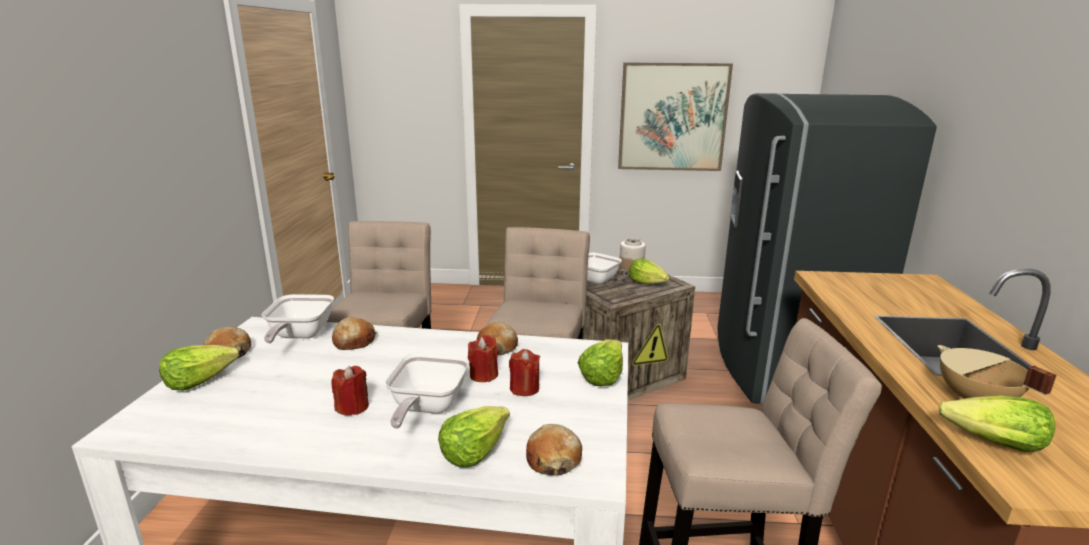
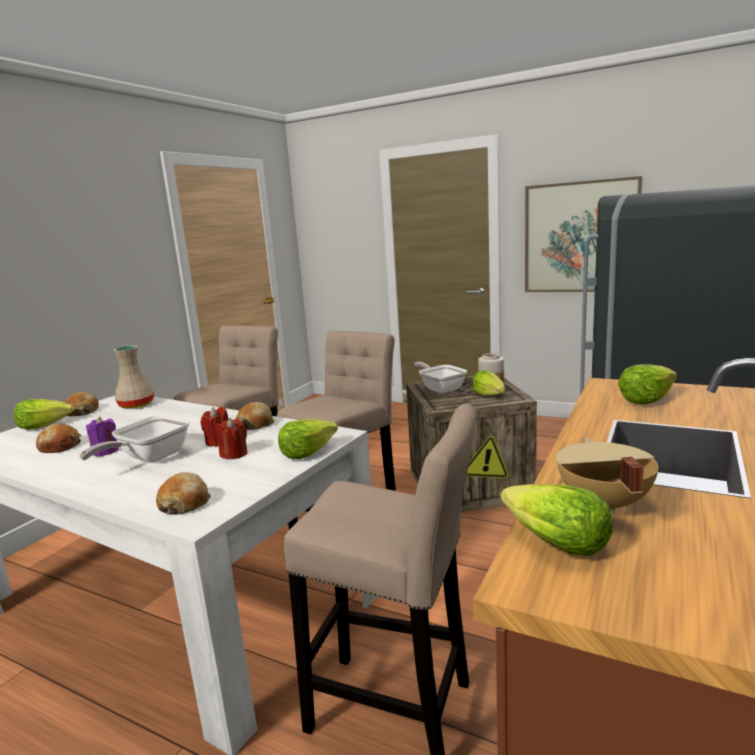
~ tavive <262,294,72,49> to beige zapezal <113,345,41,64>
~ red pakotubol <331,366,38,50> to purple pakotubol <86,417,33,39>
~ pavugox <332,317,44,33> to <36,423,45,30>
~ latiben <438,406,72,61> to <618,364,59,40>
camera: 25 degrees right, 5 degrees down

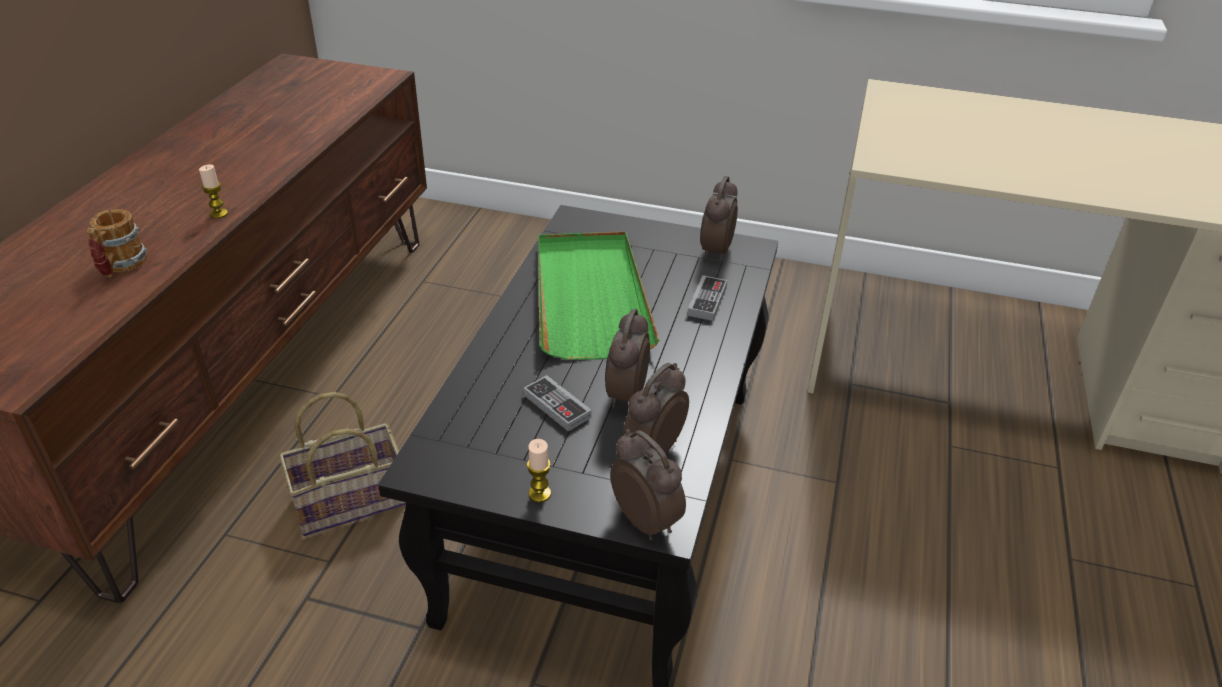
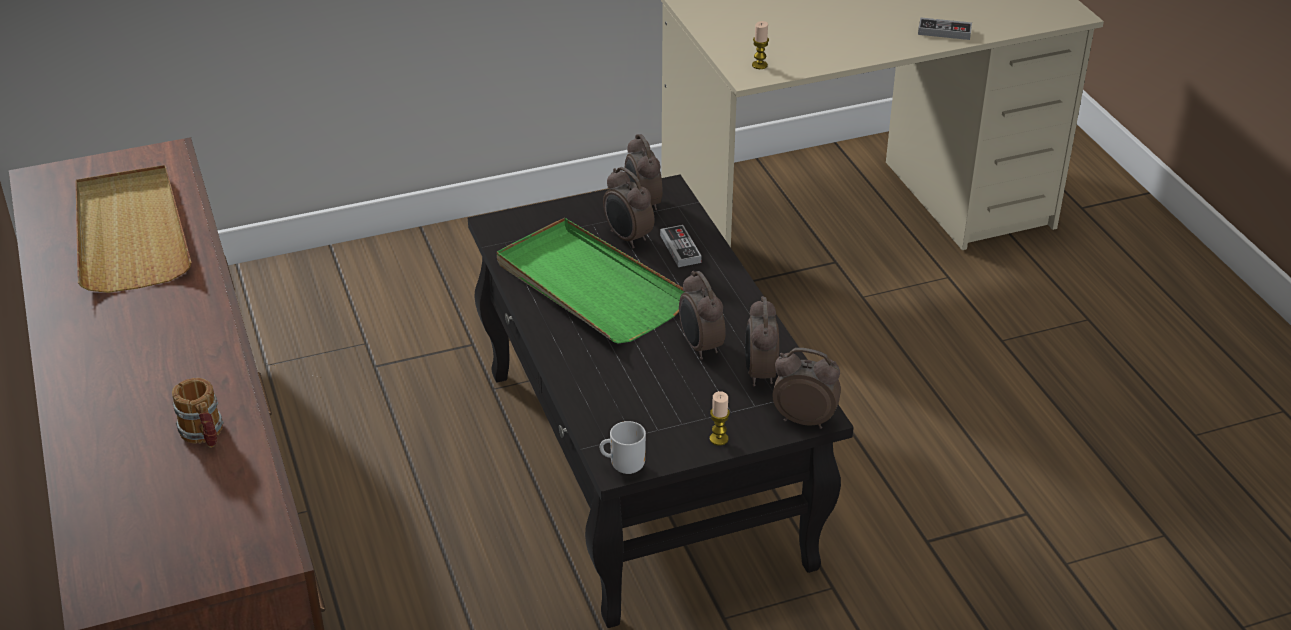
~ pakotubol <199,164,29,55> to <752,21,17,48>
- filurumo <279,392,127,144>
~ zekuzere <524,375,68,56> to <918,17,54,23>
+ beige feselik <76,165,115,128>
+ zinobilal <600,421,46,53>
+ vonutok <603,167,51,81>
camera: 35 degrees left, 0 degrees up

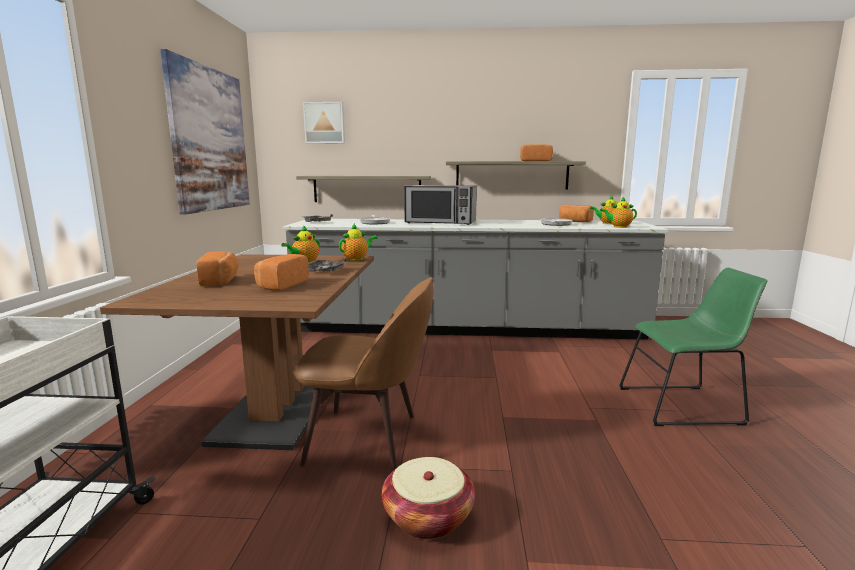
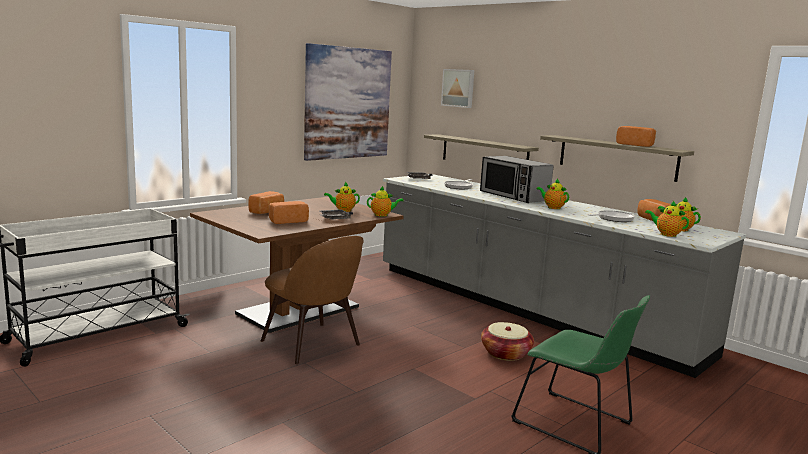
~ filurumo <382,457,93,82> to <481,322,53,39>
+ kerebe <536,179,33,30>
camera: 40 degrees right, 0 degrees up

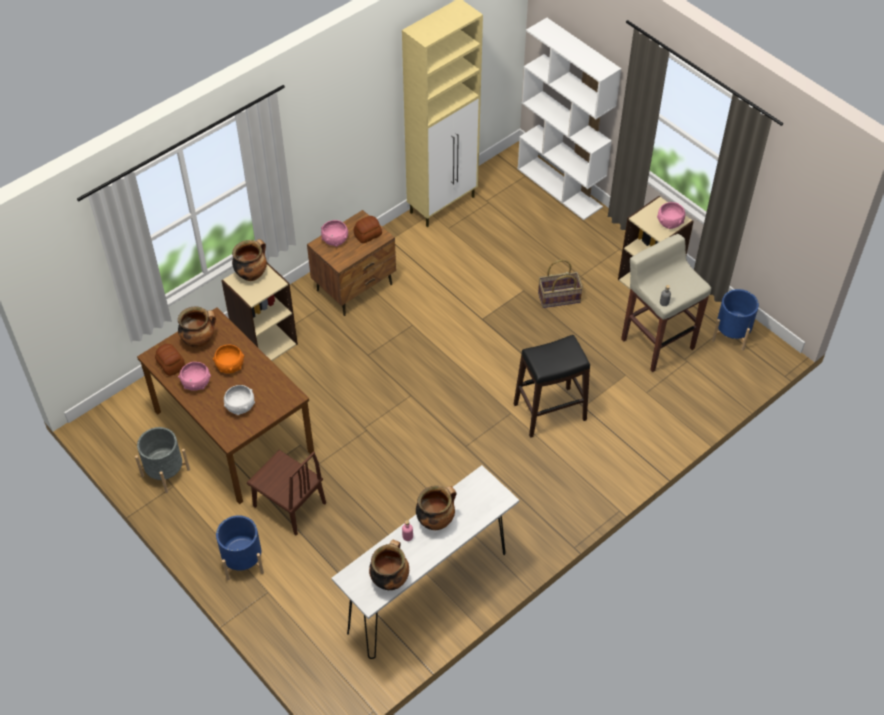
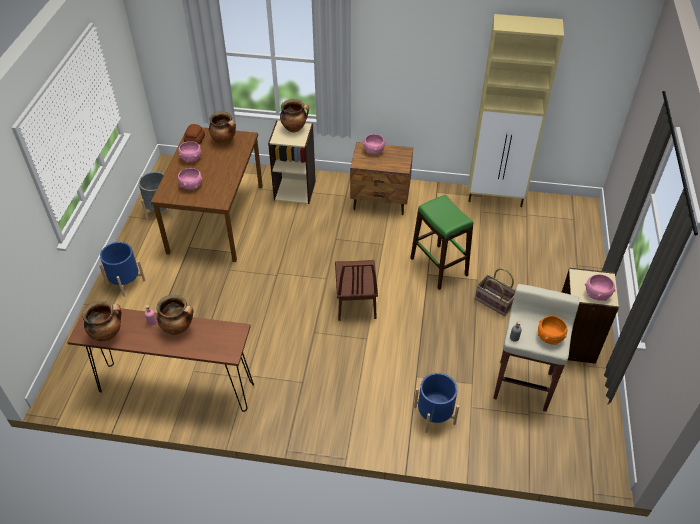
~ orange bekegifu <213,345,31,28> to <538,316,29,29>
~ white bekegifu <224,385,31,30> to pink bekegifu <178,168,24,22>
~ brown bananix <247,450,79,85> to <335,260,43,61>
~ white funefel <331,465,188,194> to brown funefel <67,304,187,108>
- pavugox <354,216,28,27>
- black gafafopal <514,335,76,103>
- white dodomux <518,18,103,202>
~ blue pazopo <712,289,47,62> to <414,373,45,60>
+ green gafafopal <410,195,63,95>
camera: 50 degrees right, 5 degrees down

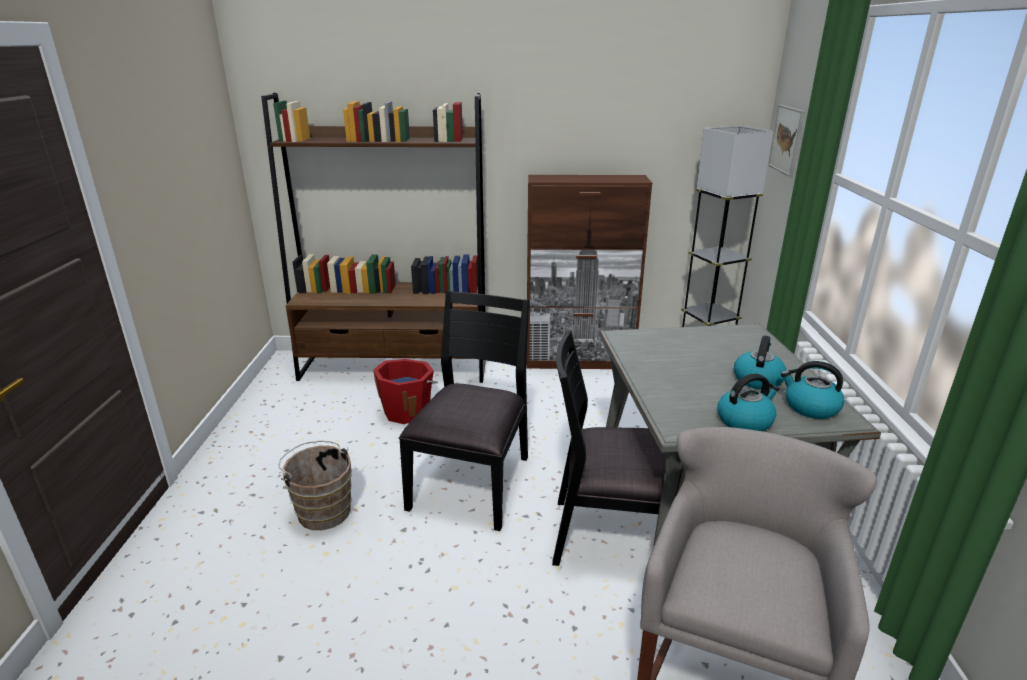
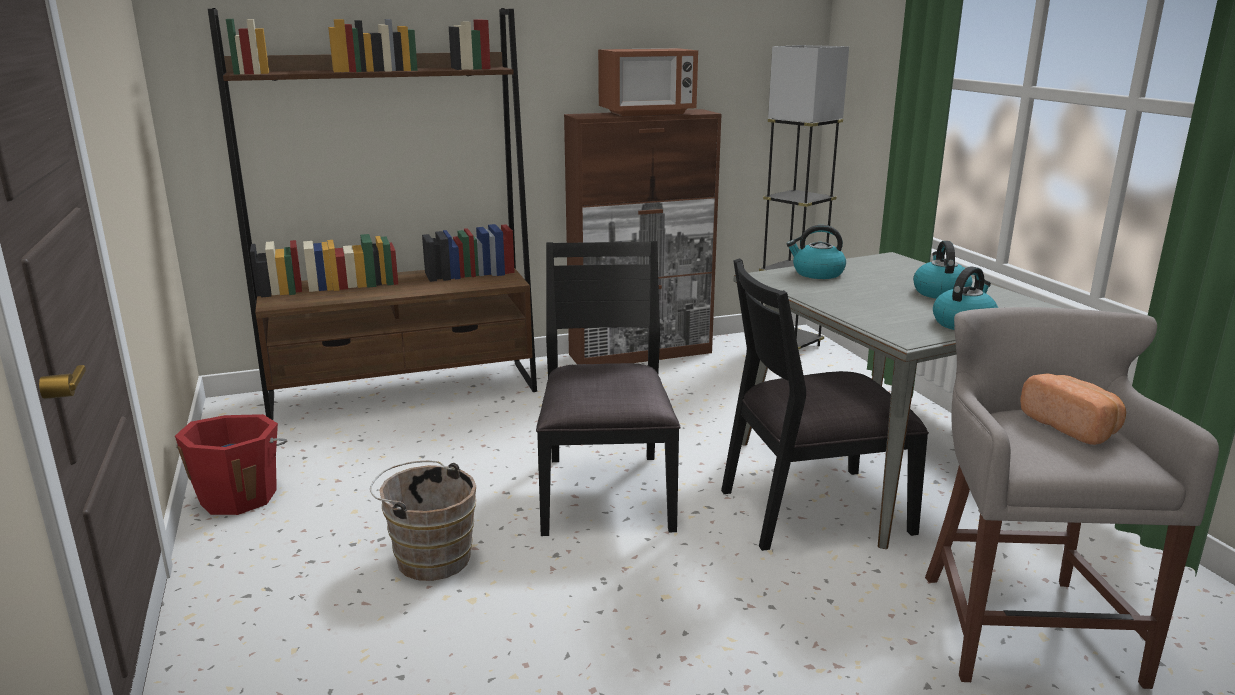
~ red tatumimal <373,359,65,65> to <175,414,112,101>
- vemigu <768,105,37,72>
~ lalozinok <781,361,63,58> to <787,225,59,54>
+ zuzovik <598,48,100,68>
+ pavugox <1020,374,106,71>
camera: 20 degrees left, 5 degrees down

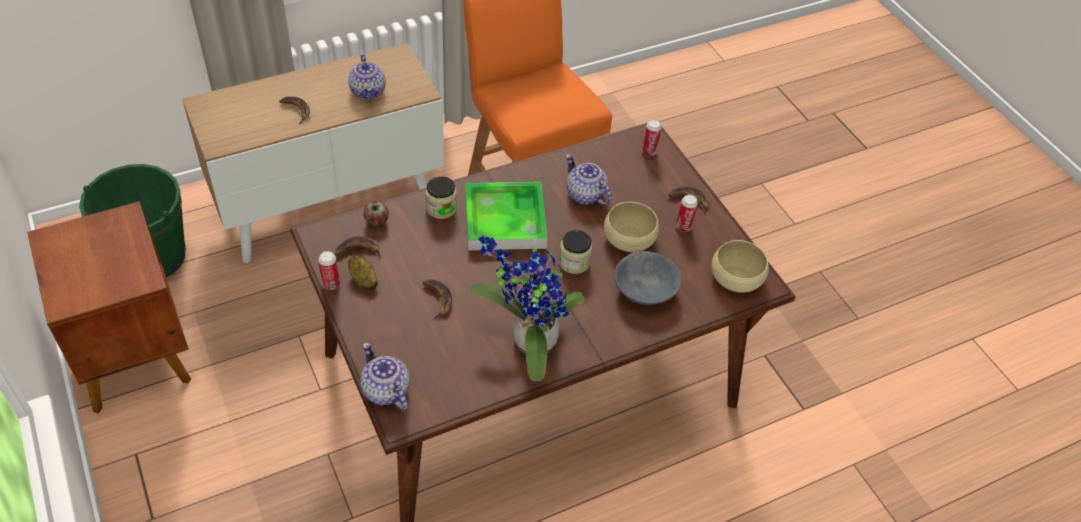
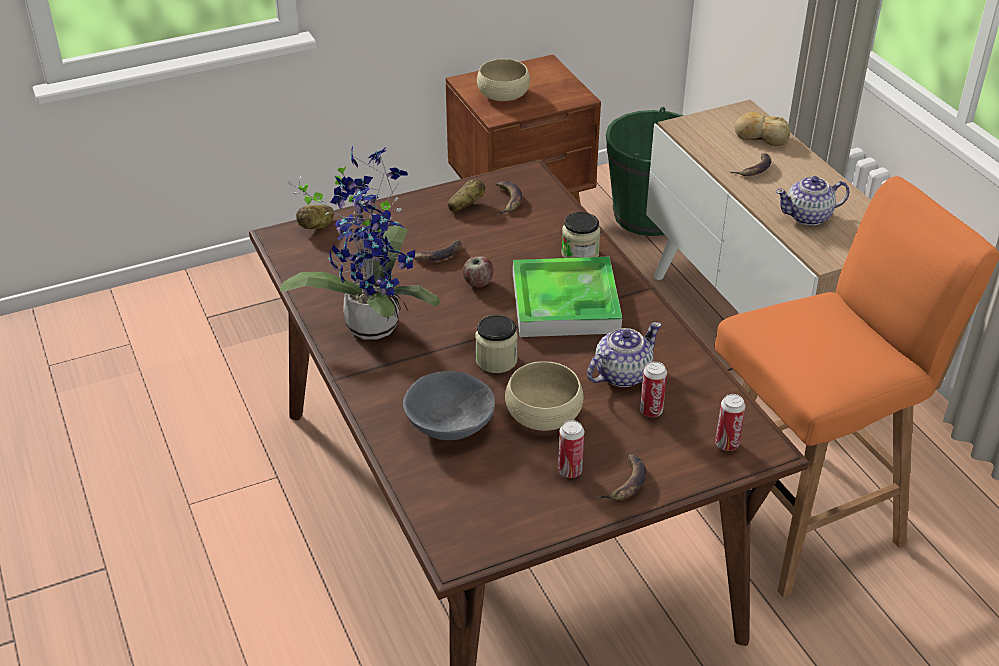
~ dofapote <318,251,22,39> to <640,361,27,56>
~ kerebe <361,342,49,69> to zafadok <296,205,38,24>
~ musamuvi <364,201,25,25> to <463,256,30,31>
~ beige bekegifu <711,240,58,53> to <477,59,53,42>
+ pavugox <735,112,55,34>
camera: 95 degrees right, 10 degrees down

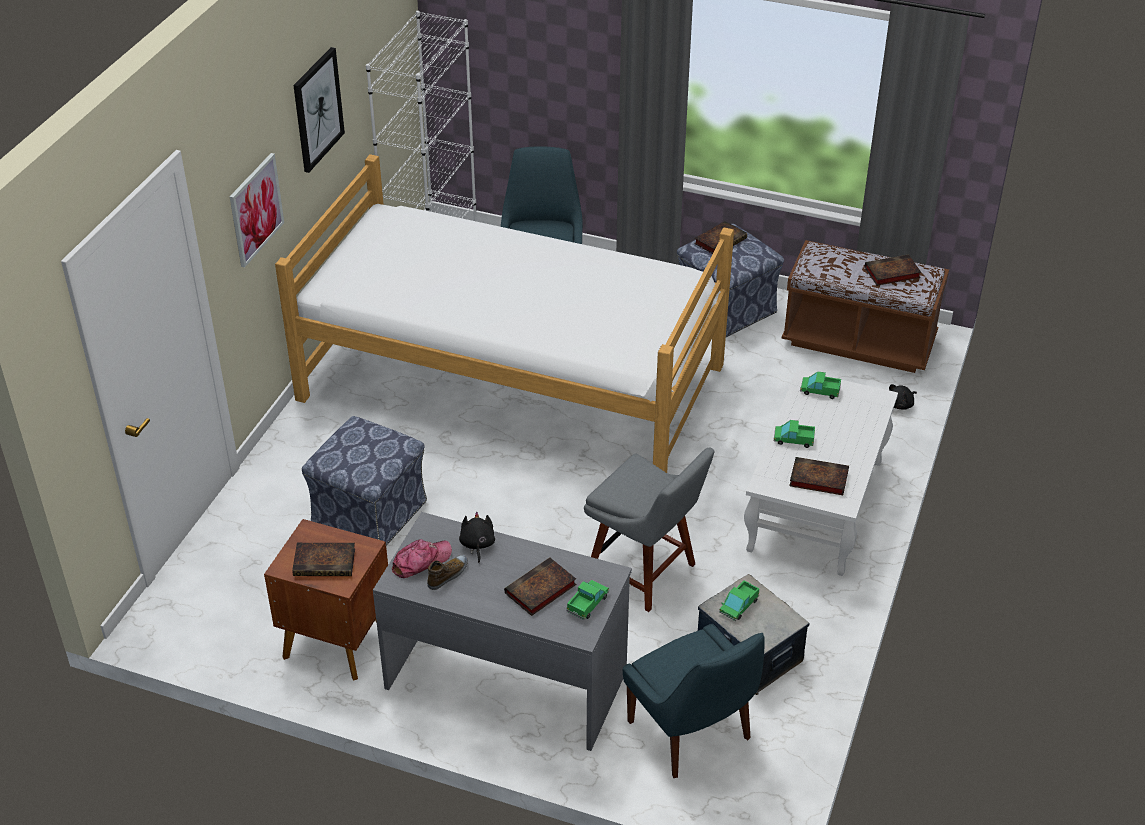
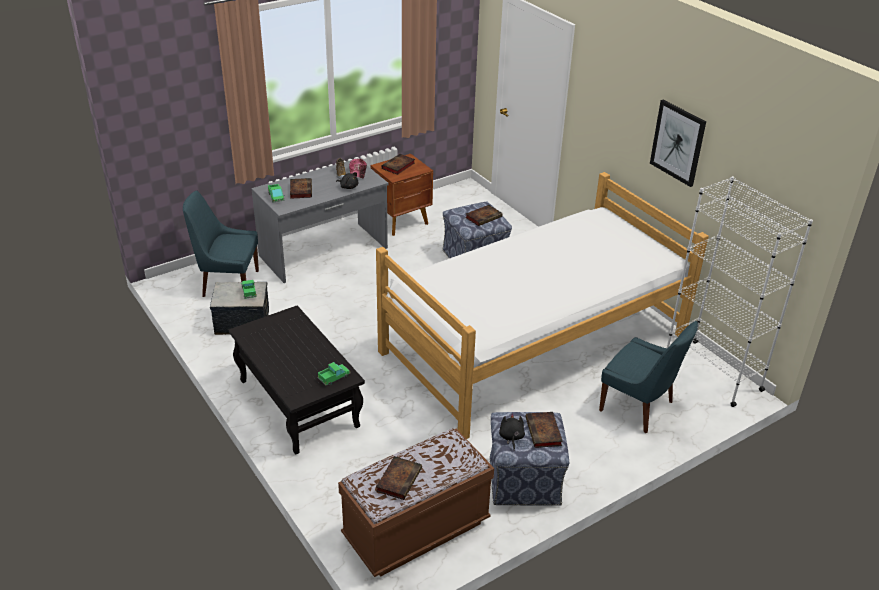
- vemigu <230,153,54,115>
- grey bananix <584,448,130,164>
~ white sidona <744,370,154,206> to black sidona <229,305,136,150>
- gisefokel <773,420,42,28>
~ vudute <789,457,60,38> to <465,205,37,21>
~ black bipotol <889,384,28,26> to <499,413,26,37>
camera: 125 degrees right, 5 degrees down

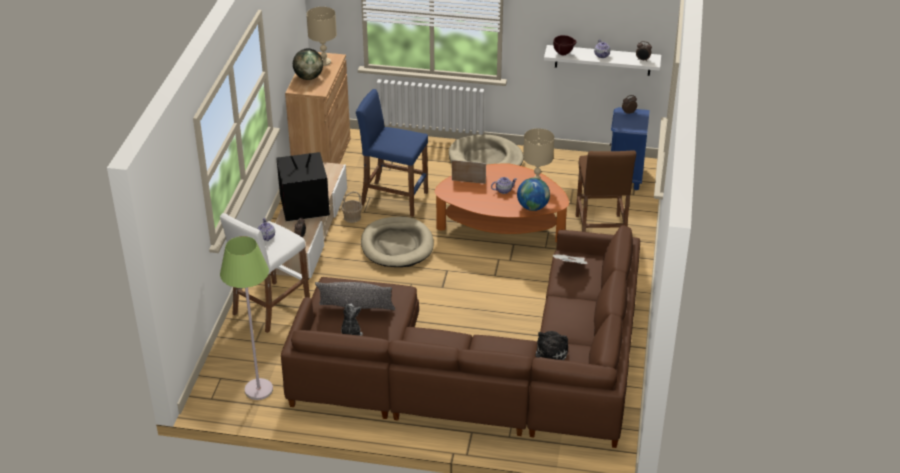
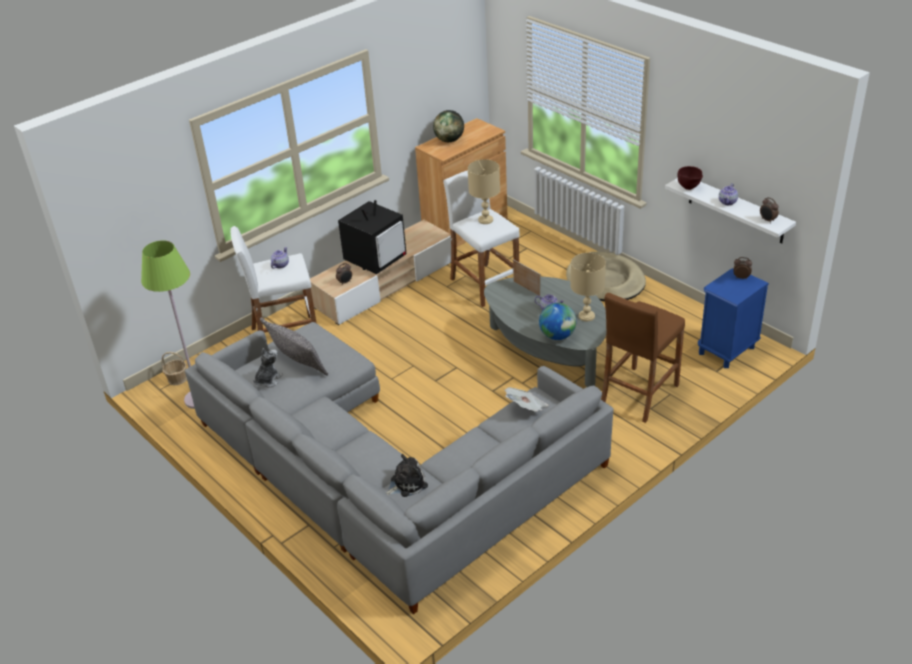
~ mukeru <276,152,54,69> = <338,200,68,74> 105 degrees clockwise
~ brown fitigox <281,225,359,223> to grey fitigox <185,322,429,292>
~ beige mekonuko <307,7,30,59> to <468,159,32,65>
~ filurumo <341,191,21,32> to <162,352,25,33>
~ blue gafafopal <356,89,72,128> to white gafafopal <444,170,76,137>
- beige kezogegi <361,216,73,51>
~ orange sidona <435,164,134,78> to grey sidona <484,277,122,110>
camera: 40 degrees right, 0 degrees up

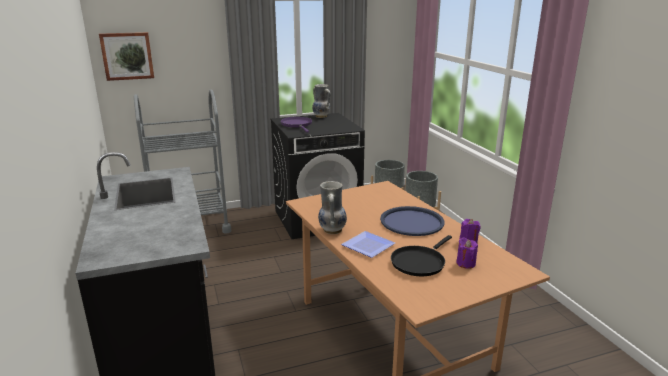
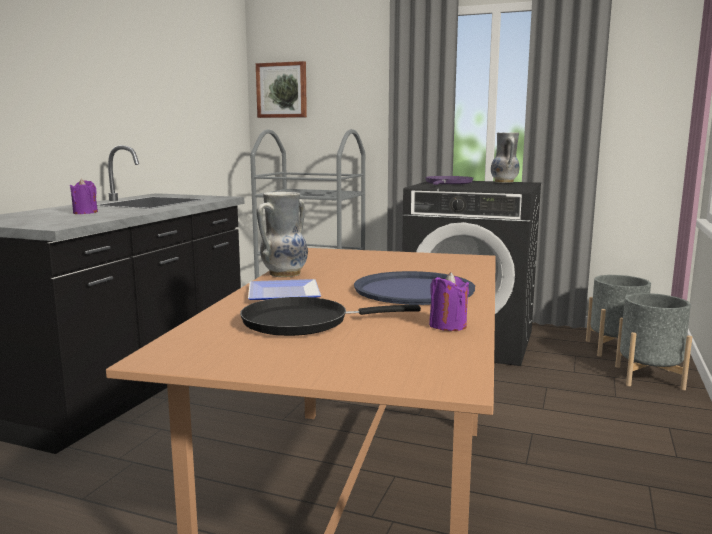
~ purple pakotubol <457,237,21,32> to <70,179,28,35>
camera: 40 degrees right, 10 degrees down

